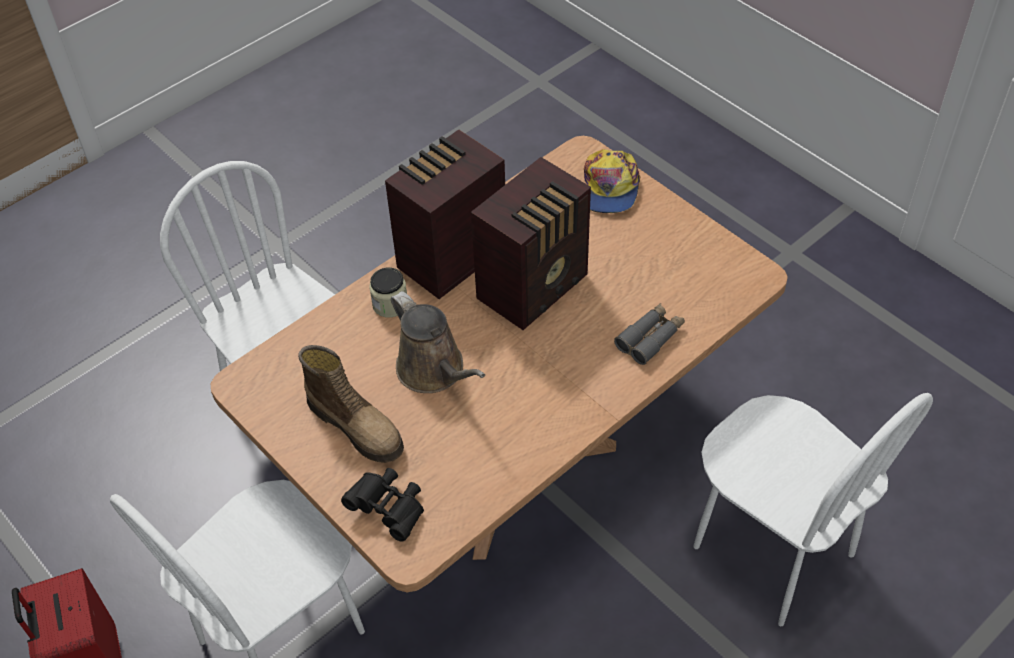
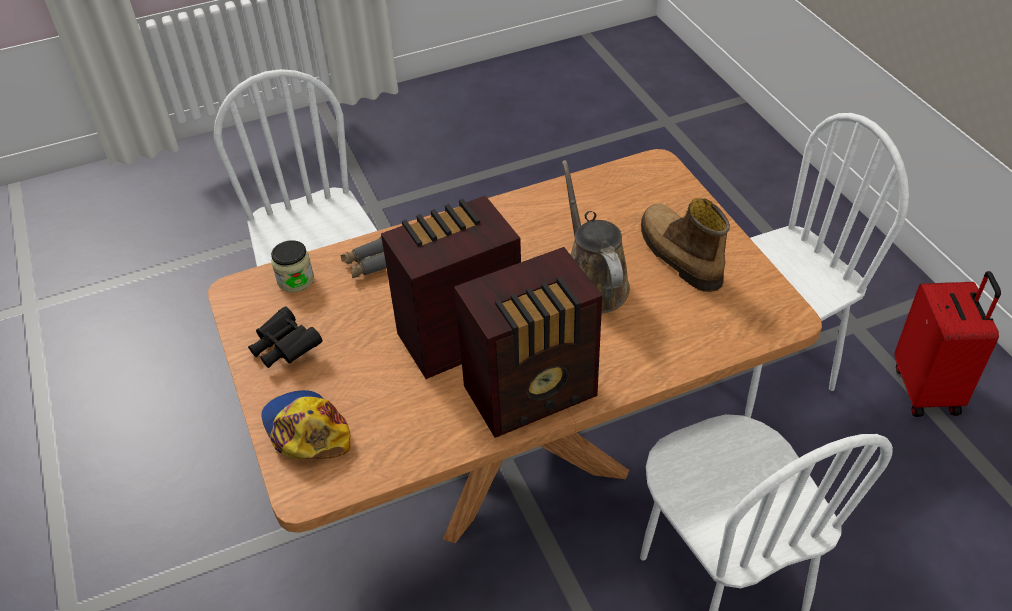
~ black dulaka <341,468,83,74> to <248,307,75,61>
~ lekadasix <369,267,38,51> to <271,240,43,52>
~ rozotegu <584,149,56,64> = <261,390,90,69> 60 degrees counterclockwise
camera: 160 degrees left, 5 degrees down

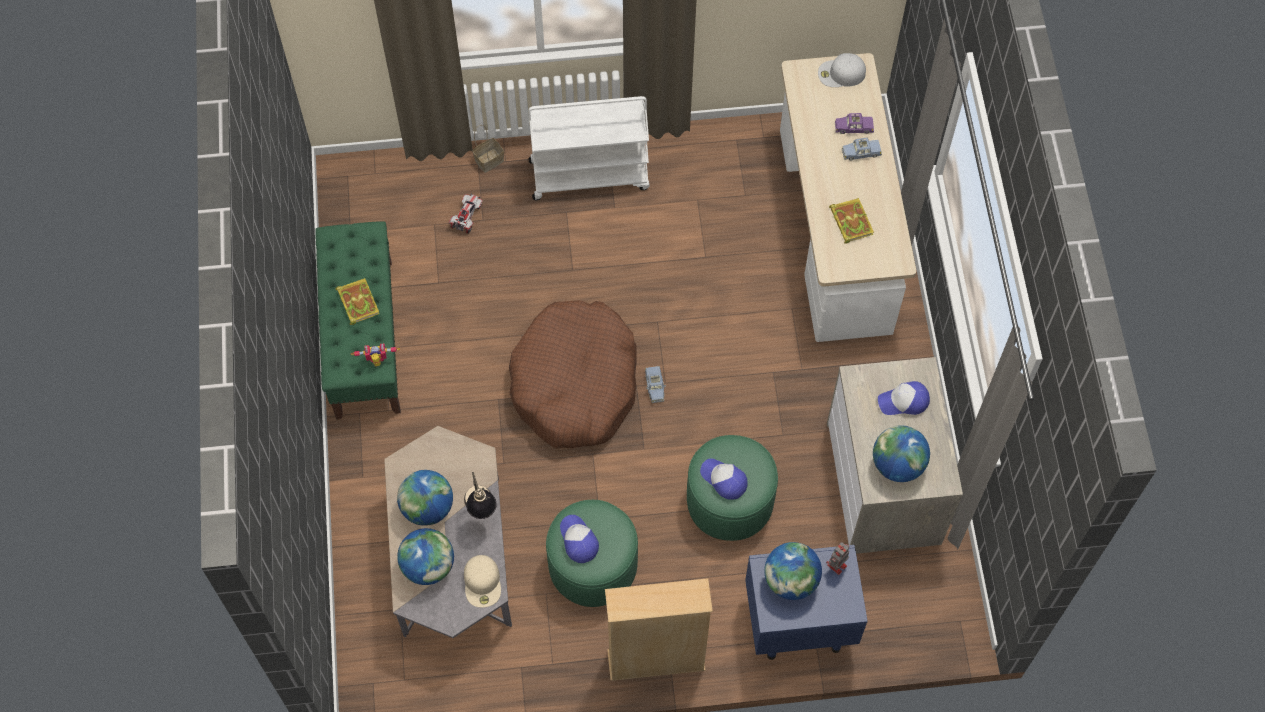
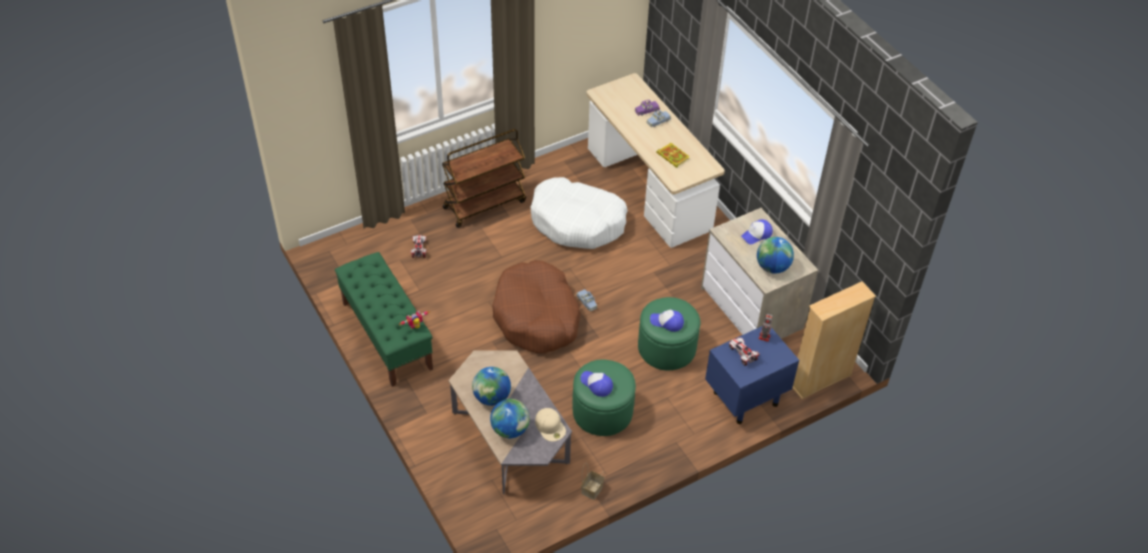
- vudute <336,278,43,47>
- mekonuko <464,472,33,47>
~ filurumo <472,125,32,48> to <581,463,23,37>
~ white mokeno <528,96,122,104> to brown mokeno <442,129,84,99>
~ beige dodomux <605,578,108,103> to <793,282,83,117>
~ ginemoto <764,542,58,58> to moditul <729,337,31,29>
- white rozotegu <818,53,48,34>
+ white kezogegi <531,177,97,72>
camera: 25 degrees left, 15 degrees down

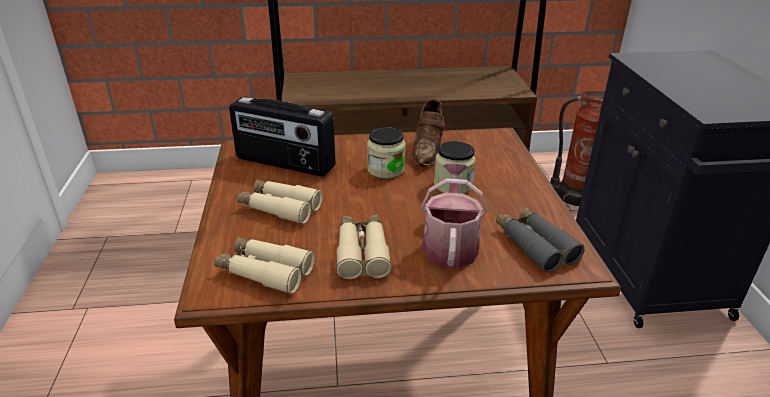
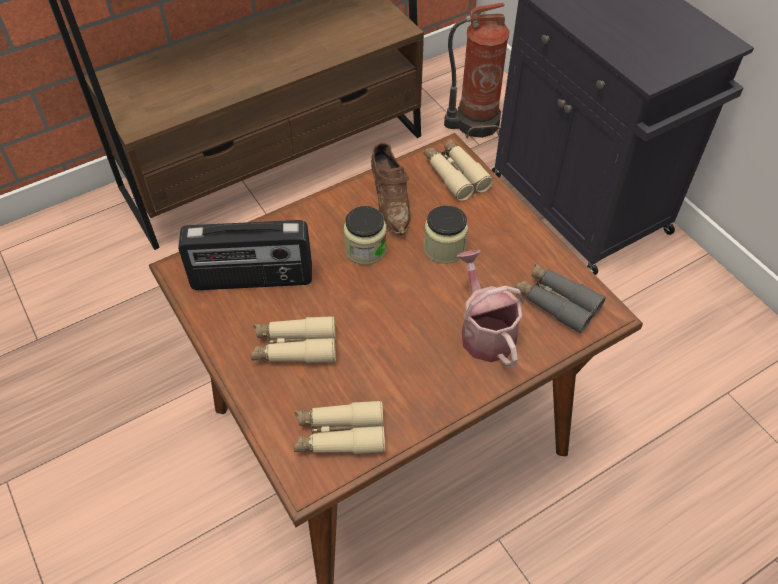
~ beige dulaka <336,214,56,65> to <424,139,69,62>
camera: 25 degrees left, 20 degrees up

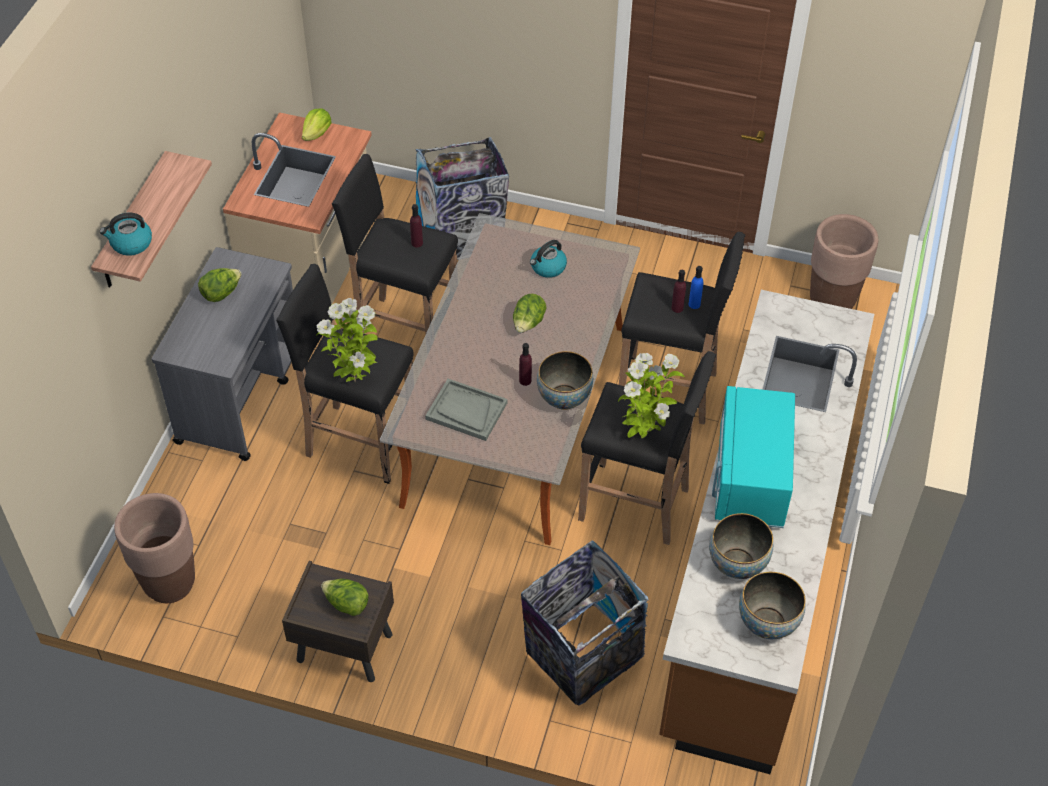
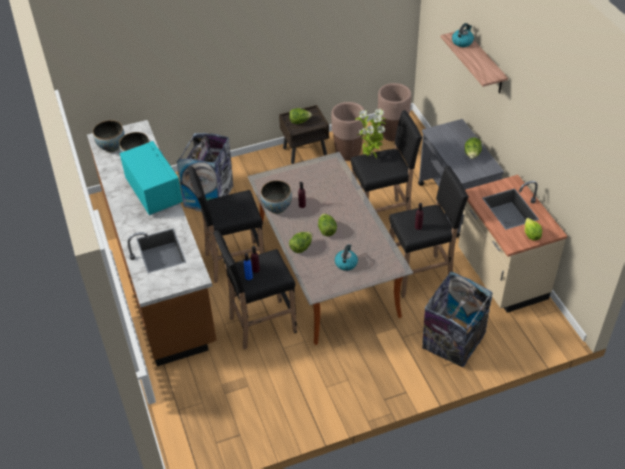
- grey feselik <425,379,82,62>
- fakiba <618,353,67,85>
~ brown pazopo <810,214,68,95> to <331,102,34,59>
+ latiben <289,232,24,21>
camera: 145 degrees right, 5 degrees down

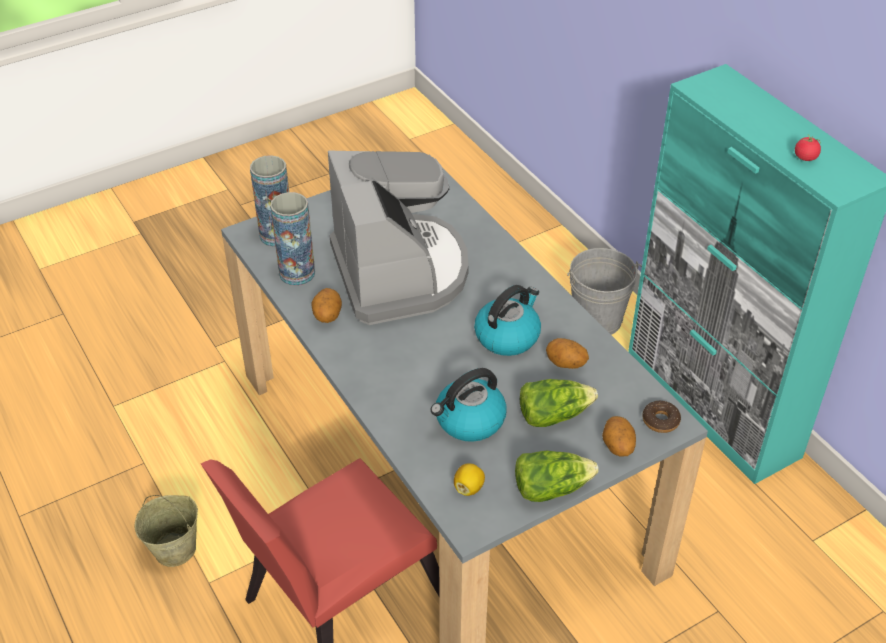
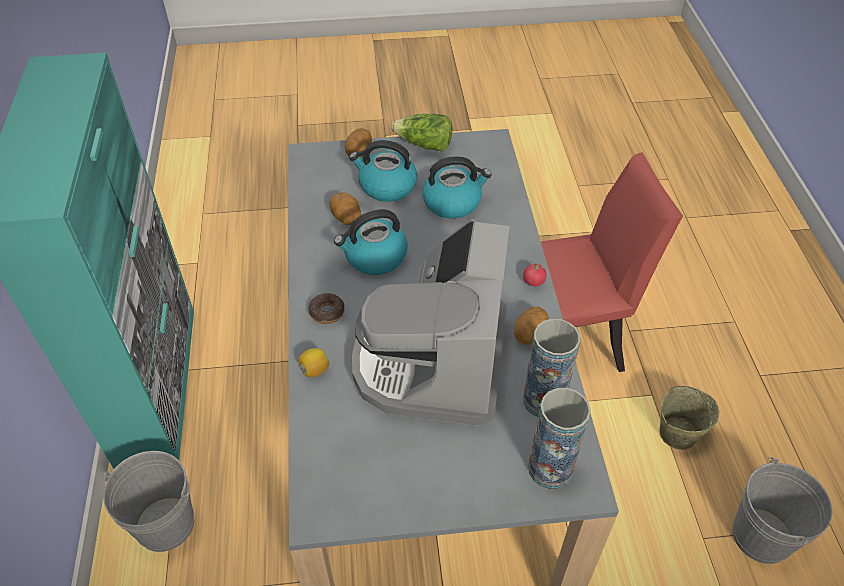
~ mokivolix <454,464,31,32> to <298,348,31,29>
~ latiben <520,379,78,48> to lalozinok <349,140,68,62>
~ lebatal <643,401,38,32> to <309,293,36,31>
~ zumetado <795,134,26,27> to <523,262,24,24>
+ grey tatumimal <732,457,101,107>
camera: 155 degrees left, 5 degrees up

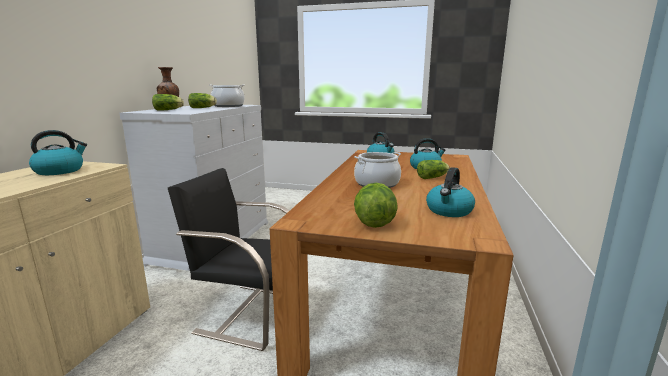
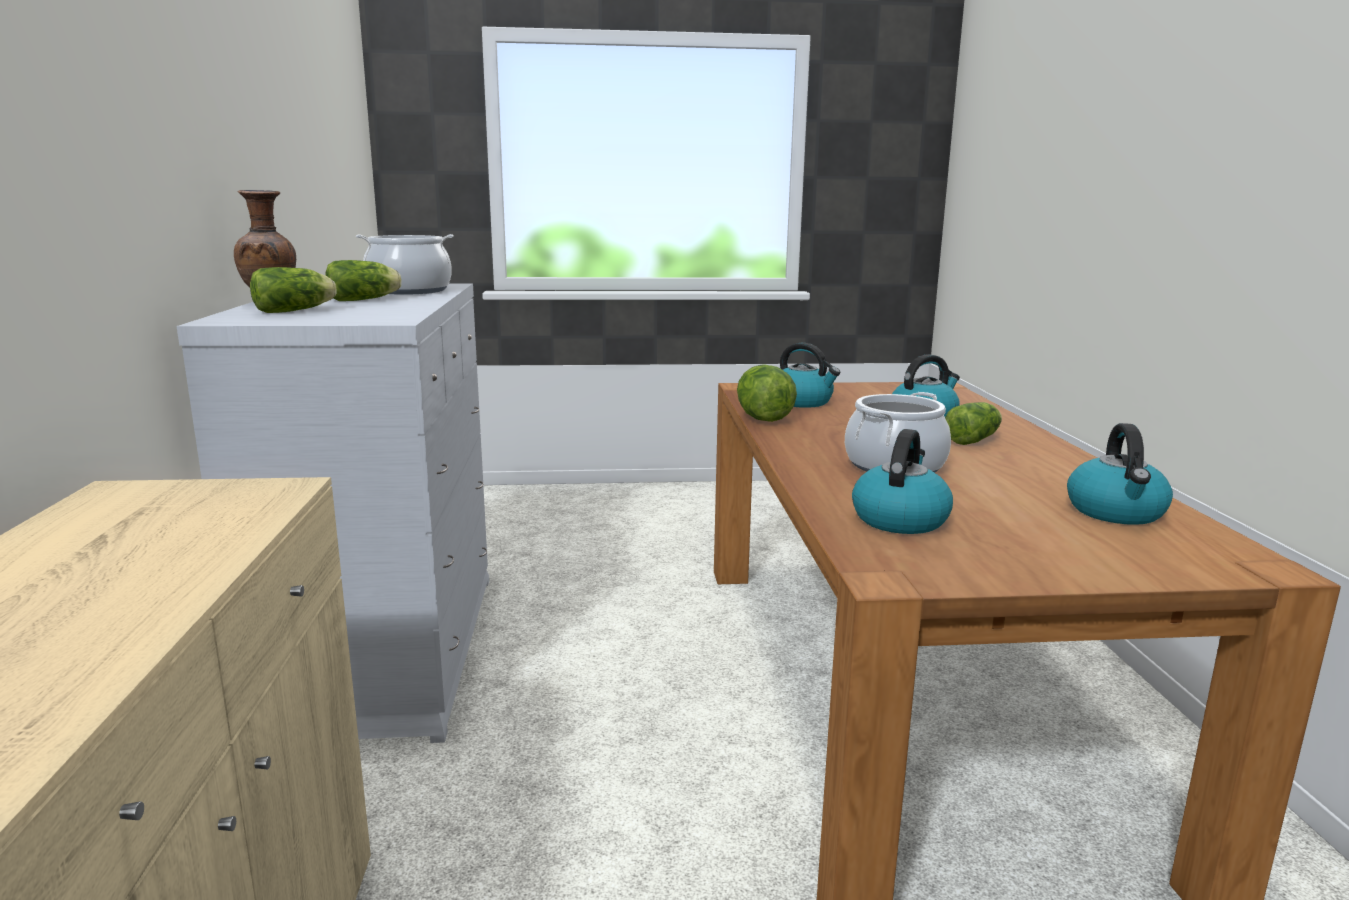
~ lalozinok <29,130,58,45> to <852,429,101,105>
- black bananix <168,168,122,183>
~ latiben <354,183,44,45> to <737,364,60,58>
camera: 20 degrees left, 0 degrees up

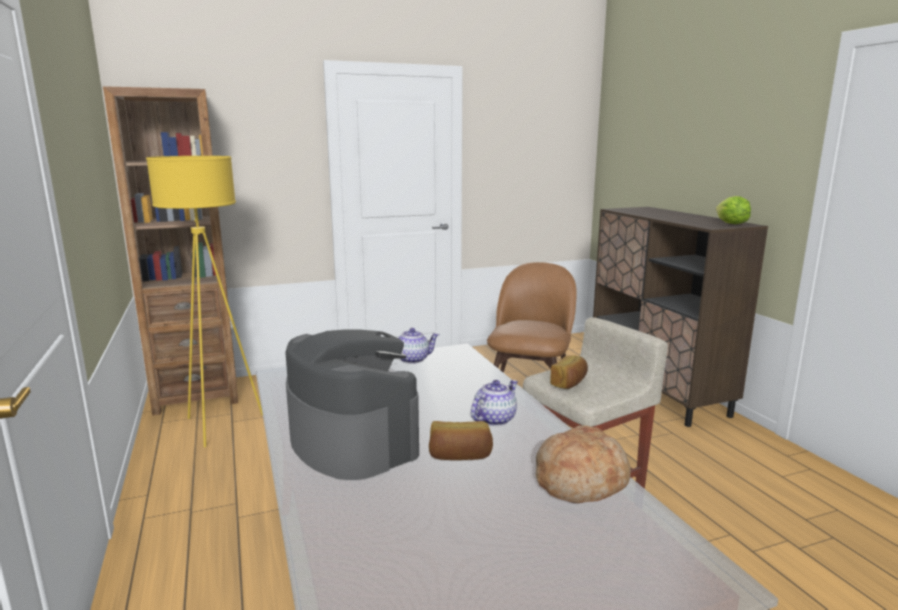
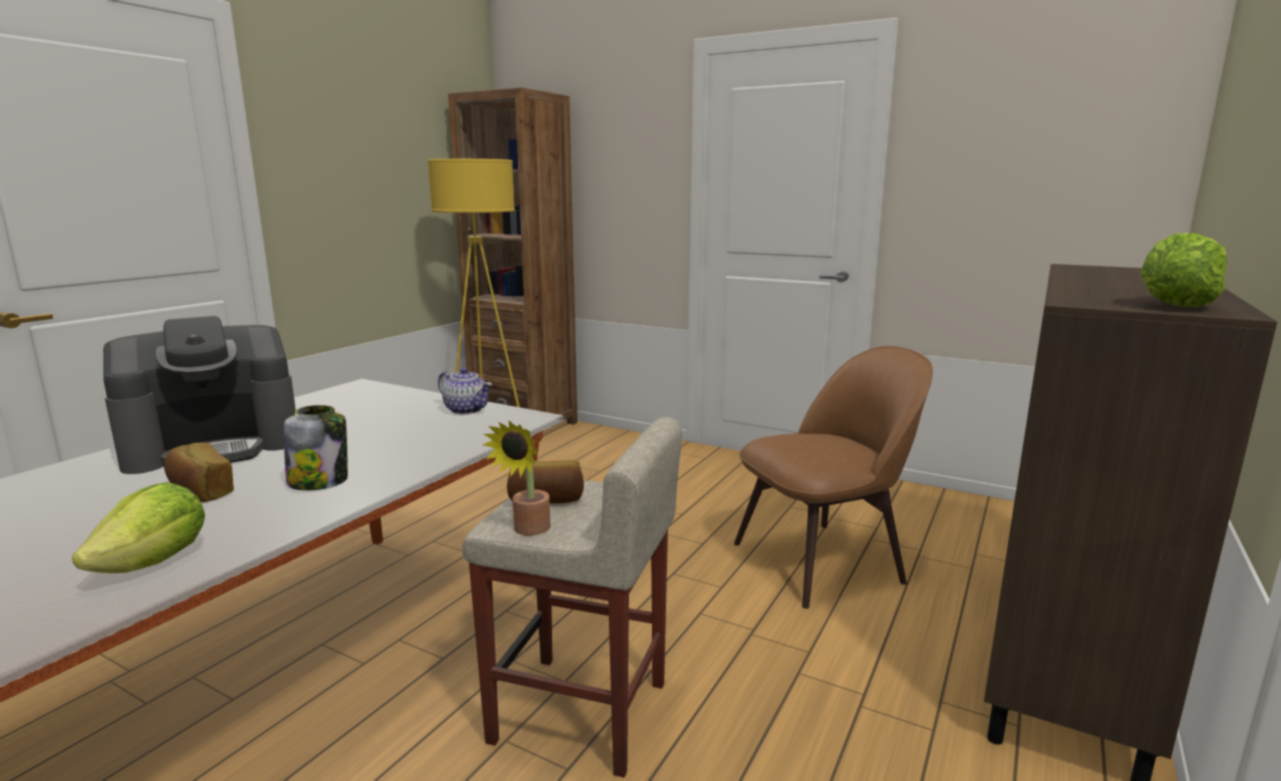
~ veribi <285,329,134,151> = <103,316,193,158> 45 degrees clockwise
~ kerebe <471,380,47,46> to lekadasix <284,405,64,85>
~ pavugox <536,425,95,78> to latiben <72,482,133,91>
+ fakiba <483,420,67,116>
camera: 50 degrees right, 0 degrees up

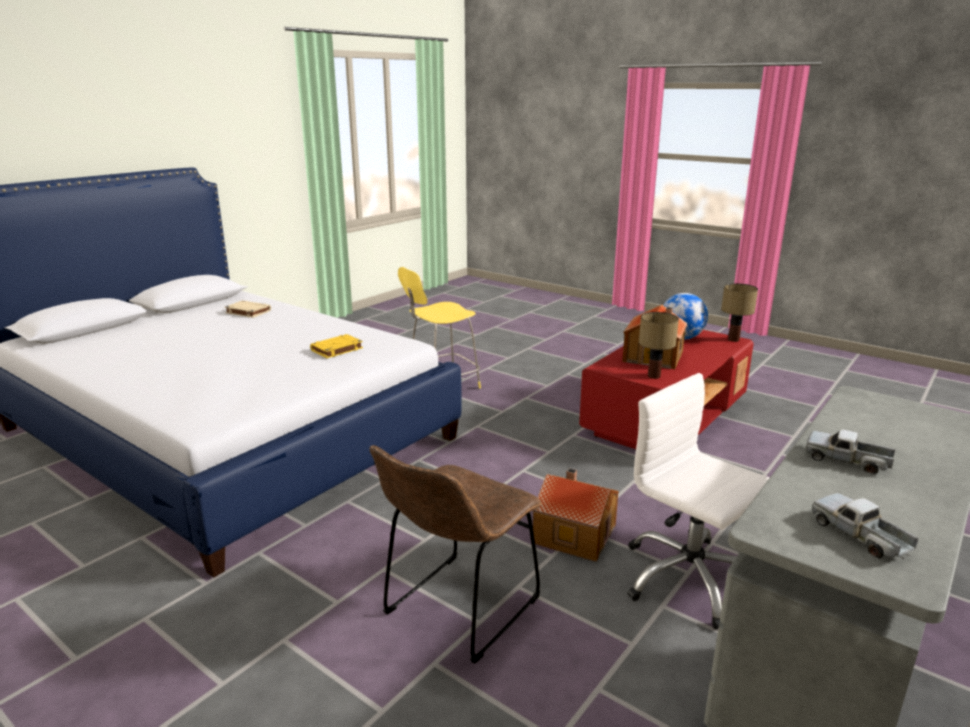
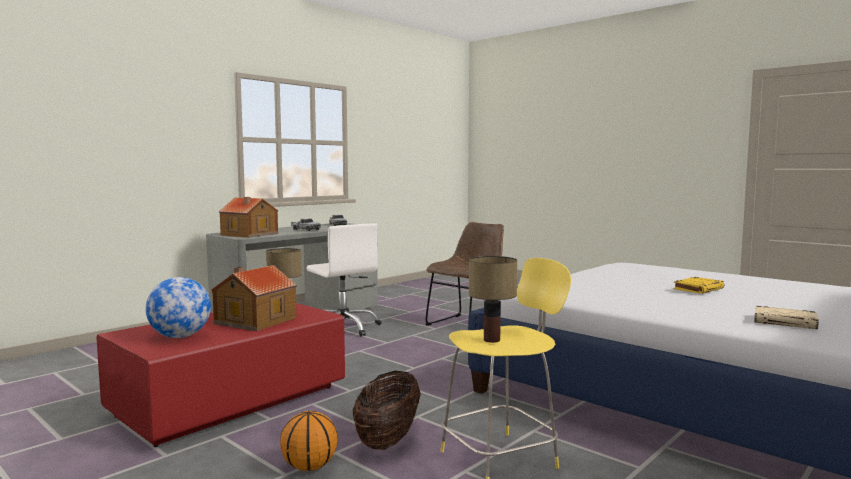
~ yellow vudute <310,334,53,24> to <673,277,51,17>
~ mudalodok <533,468,86,93> to <219,197,59,41>
~ mekonuko <721,283,37,59> to <469,256,48,87>
+ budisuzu <280,411,58,60>
+ filurumo <353,371,68,79>
camera: 175 degrees left, 15 degrees down

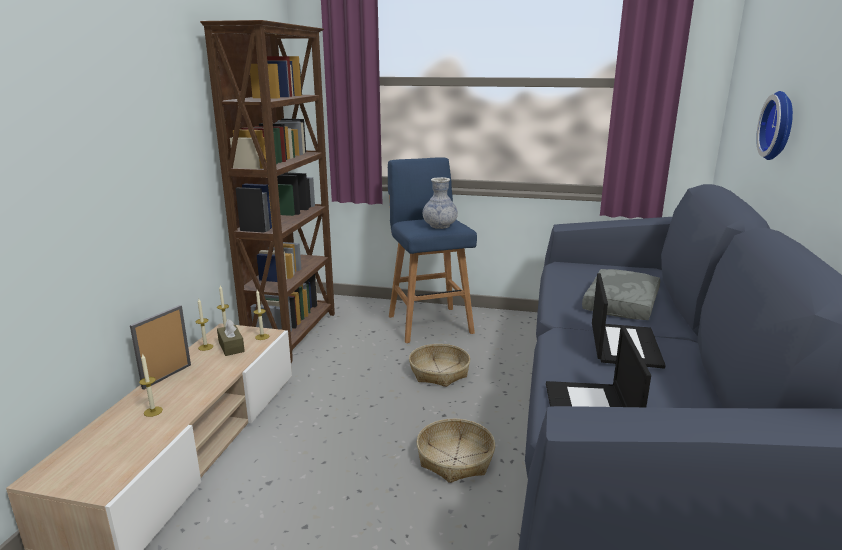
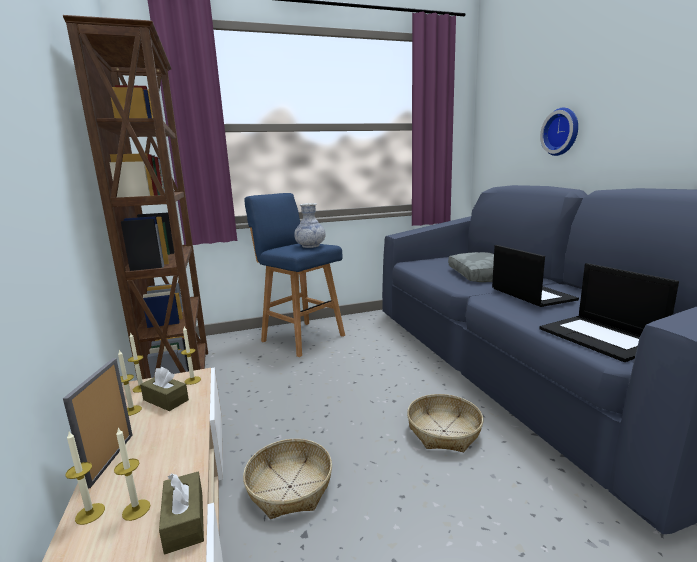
~ filurumo <409,344,61,43> to <243,439,89,80>
+ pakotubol <65,432,40,93>
+ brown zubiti <159,472,45,82>
camera: 30 degrees left, 5 degrees down

